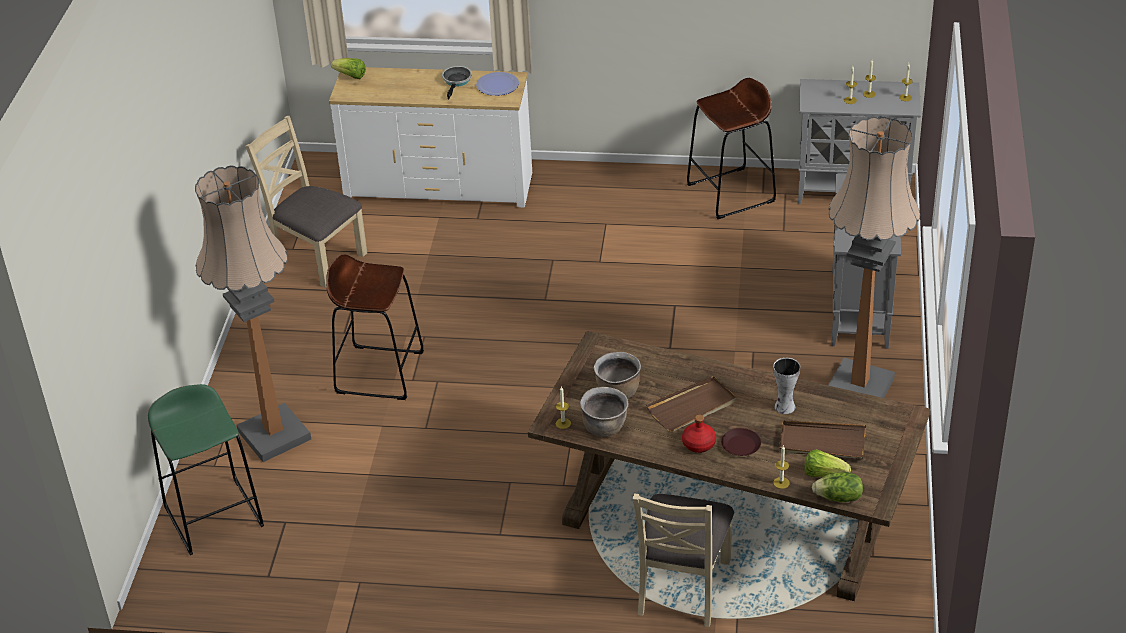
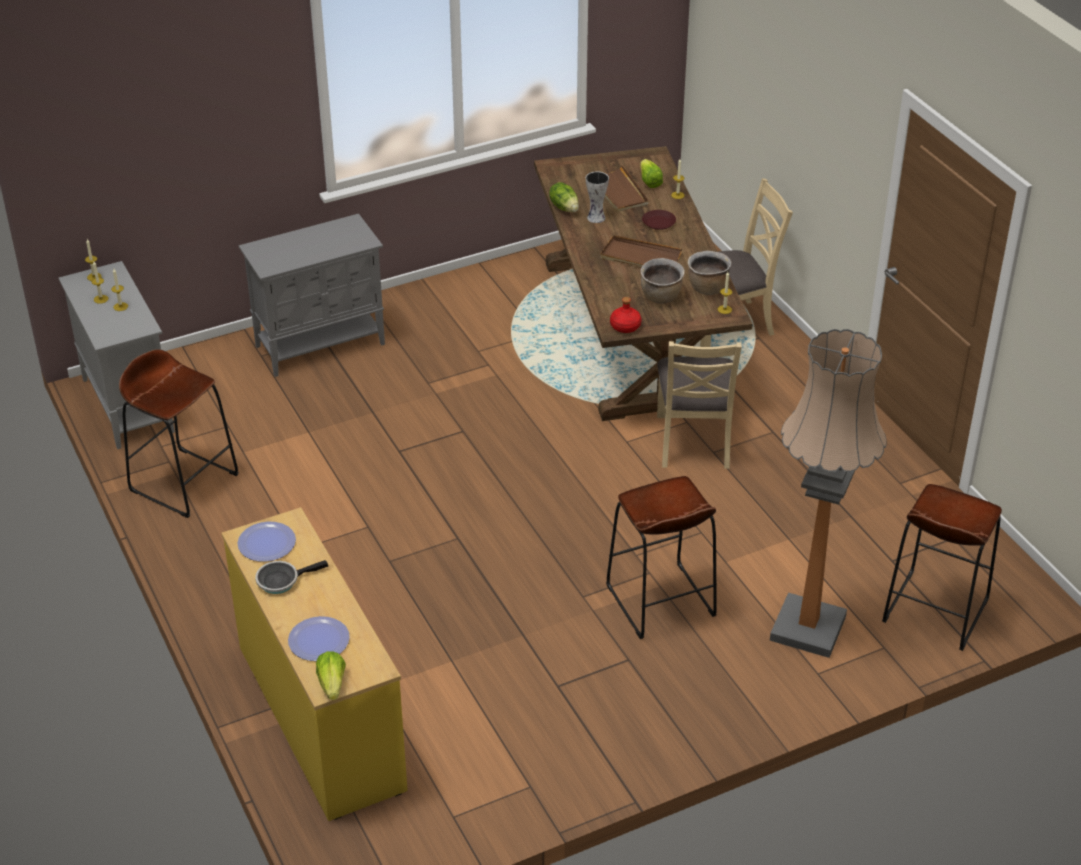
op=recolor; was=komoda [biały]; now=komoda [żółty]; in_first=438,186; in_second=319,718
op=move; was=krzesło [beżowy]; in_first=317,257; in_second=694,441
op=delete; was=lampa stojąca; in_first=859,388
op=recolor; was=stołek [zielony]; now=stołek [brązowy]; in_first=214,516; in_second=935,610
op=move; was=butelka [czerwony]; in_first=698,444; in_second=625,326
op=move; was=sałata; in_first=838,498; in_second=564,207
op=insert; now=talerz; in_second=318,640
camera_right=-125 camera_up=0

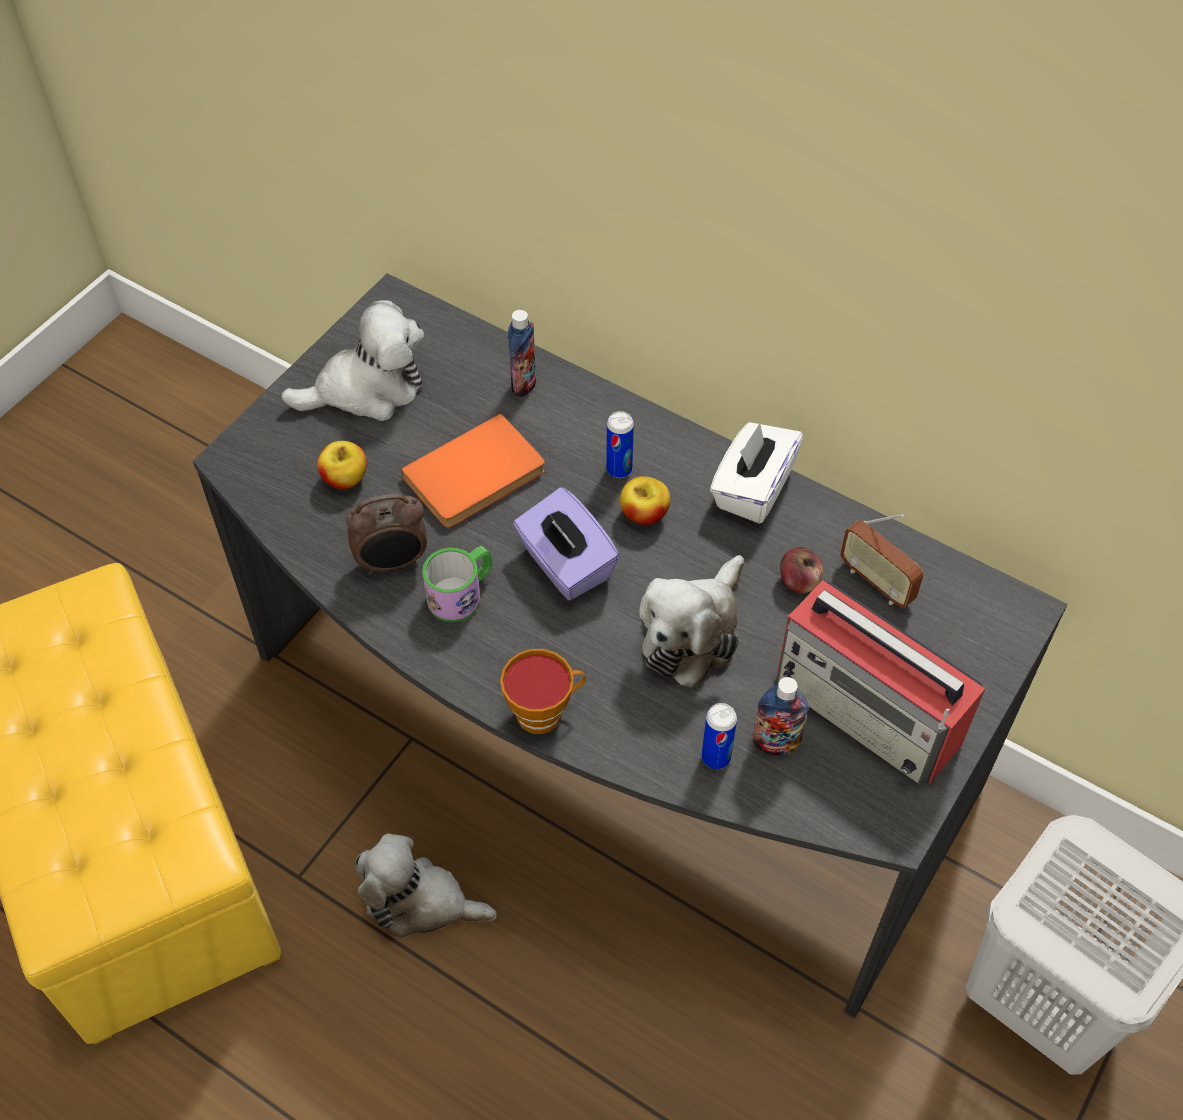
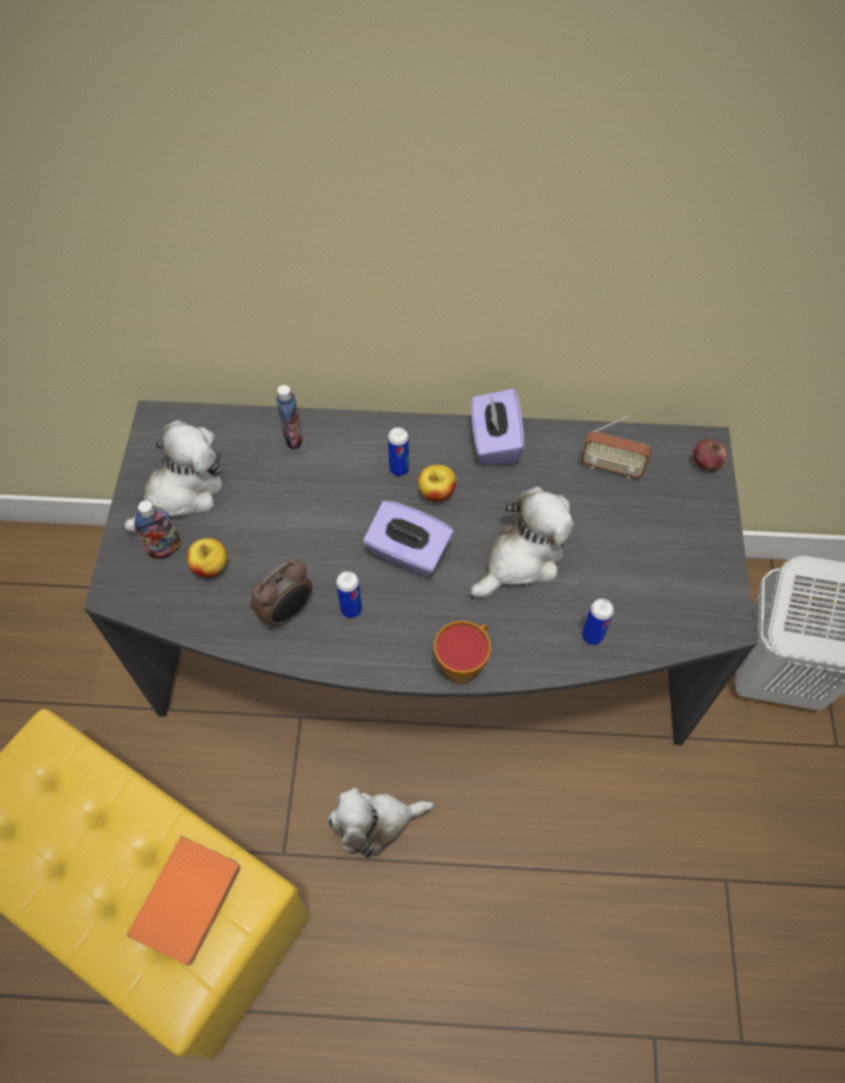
op=move; was=książka [pomarańczowy]; in_first=477,477; in_second=190,902
op=recolor; was=pudełko chusteczek [biały]; now=pudełko chusteczek [fioletowy]; in_first=752,489; in_second=494,442
op=replace; was=kubek; now=puszka; in_first=462,593; in_second=351,609
op=move; was=jabłko; in_first=799,581; in_second=706,463
op=rotate; was=pluszak; in_first=693,633; in_second=522,559; clockwise=-135
op=delete; was=radio; in_first=869,713
op=move; was=butelka; in_first=775,743; in_second=165,549
camera_right=-30 camera_up=5

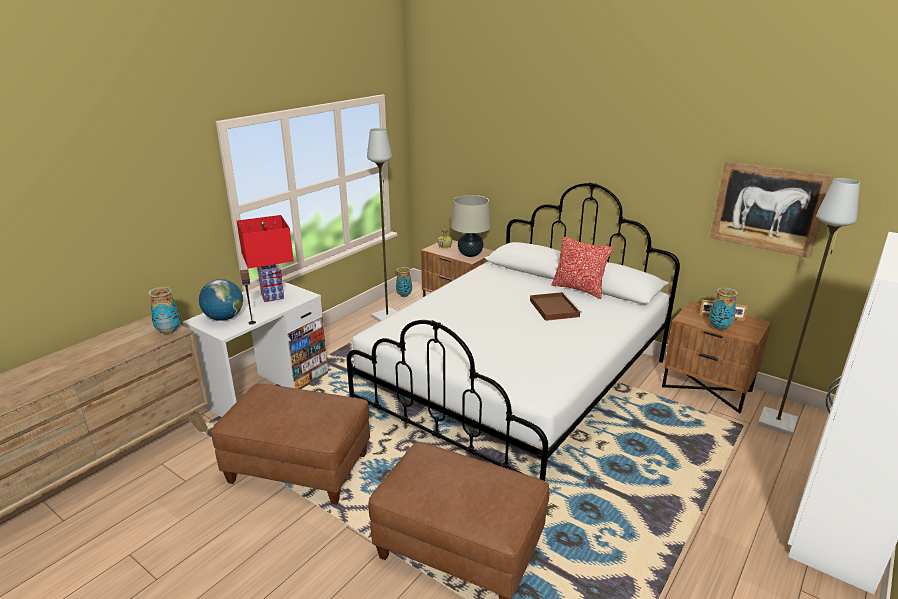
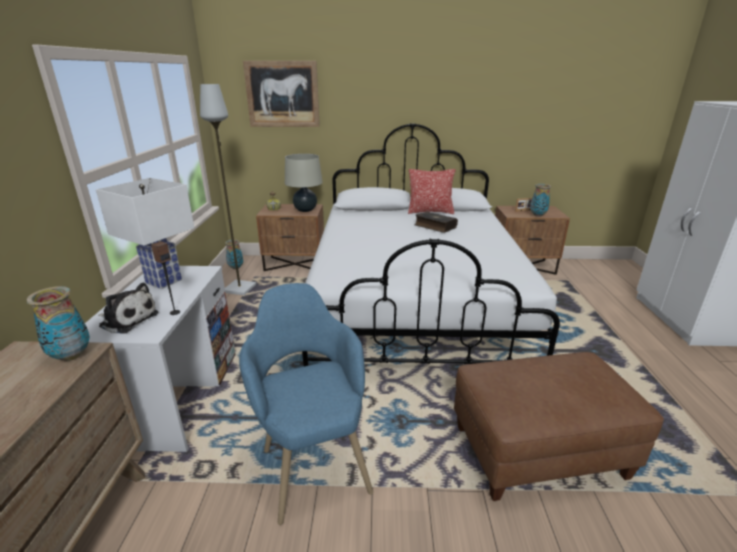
op=move; was=obraz; in_first=767,208; in_second=282,94
op=delete; was=lampa stojąca [szary]; in_first=778,422
op=recolor; was=lampa stołowa [czerwony]; now=lampa stołowa [biały]; in_first=272,297; in_second=163,282
op=replace; was=globus; now=pluszak; in_first=224,318; in_second=127,319
op=replace; was=taca [brązowy]; now=książka; in_first=553,308; in_second=435,226
op=replace; was=pufa [brązowy]; now=fotel [niebieski]; in_first=300,468; in_second=312,458
camera_right=-35 camera_up=0

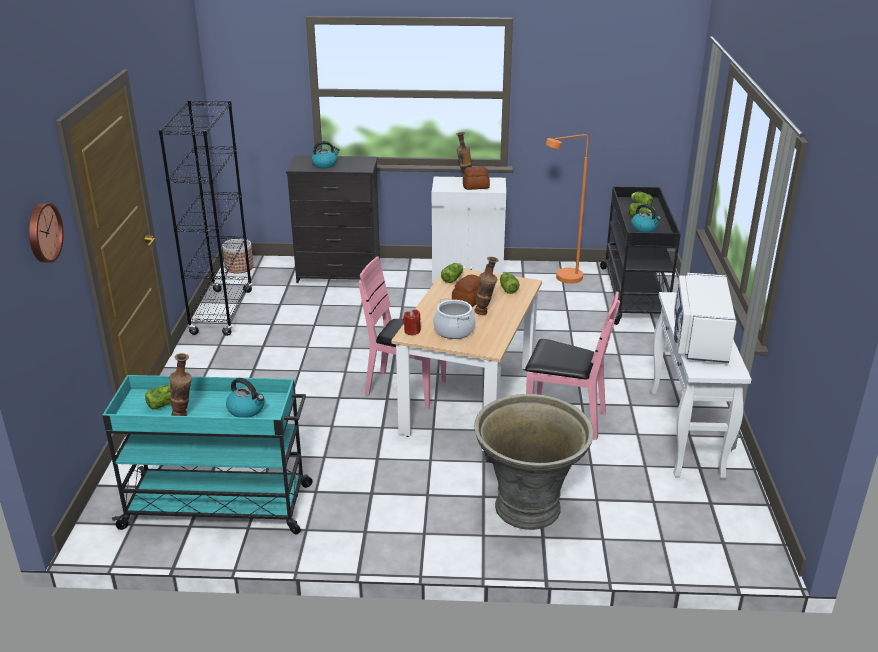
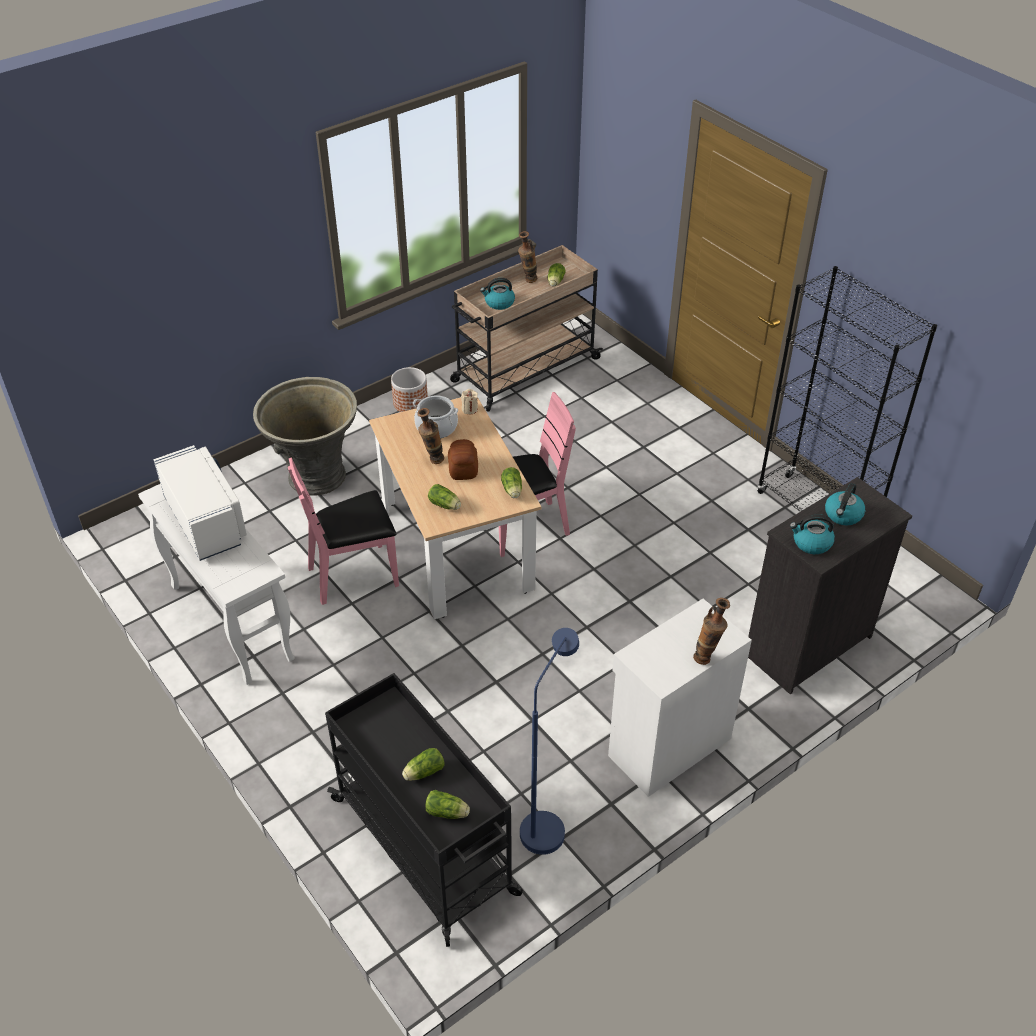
op=recolor; was=lampa stojąca [pomarańczowy]; now=lampa stojąca [niebieski]; in_first=563,279; in_second=546,823
op=delete; was=chleb; in_first=476,187
op=delete; was=zegar ścienny; in_first=43,232
op=move; was=czajnik; in_first=644,228; in_second=811,543
op=move; was=donica; in_first=239,267; in_second=410,403
op=recolor; was=świeca [czerwony]; now=świeca [beżowy]; in_first=412,331; in_second=469,409
op=recolor; was=wózek [turkusowy]; now=wózek [beżowy]; in_first=220,506; in_second=524,370
camera_right=140 camera_up=15

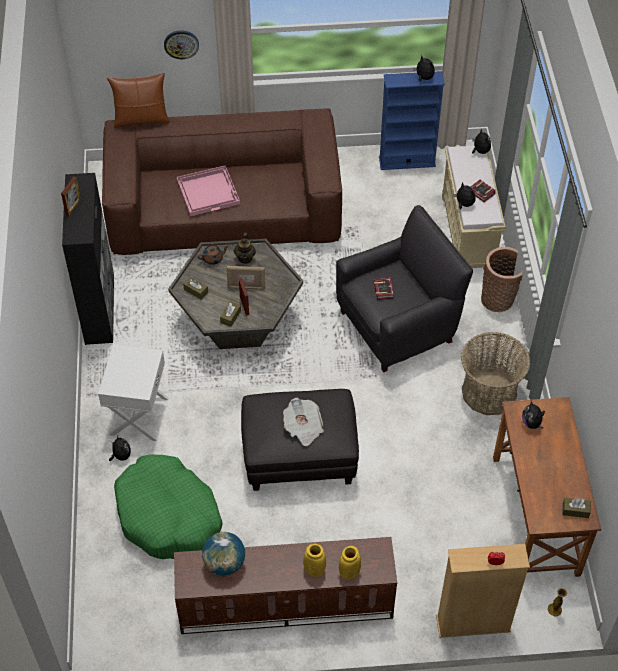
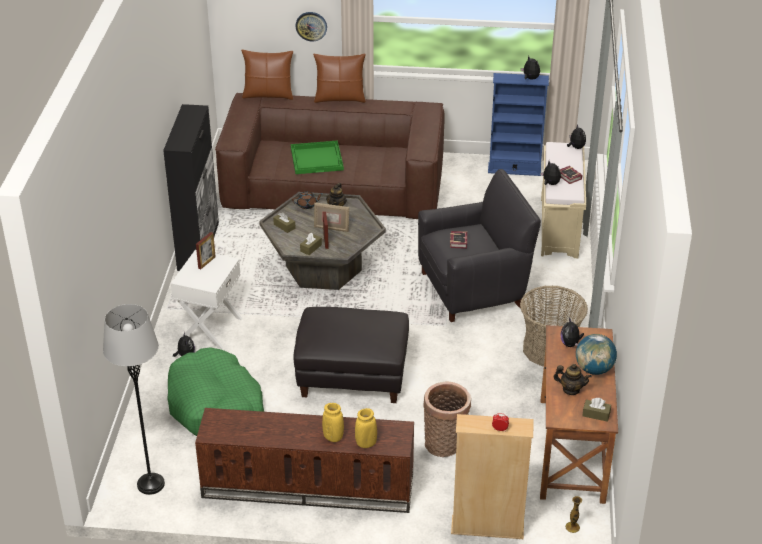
op=recolor; was=taca [różowy]; now=taca [zielony]; in_first=208,191; in_second=317,158
op=move; was=ramka na zdjęcie; in_first=73,207; in_second=206,262
op=move; was=koszyk; in_first=499,299; in_second=445,444
op=delete; was=gazeta; in_first=303,428
op=move; was=globus; in_first=224,563; in_second=594,369
op=insert; now=poduszka [brązowy]; in_second=340,98
op=insert; now=lampa stojąca [szary]; in_second=150,484
op=insert; now=imbryk; in_second=571,389
camera_right=10 camera_up=-15

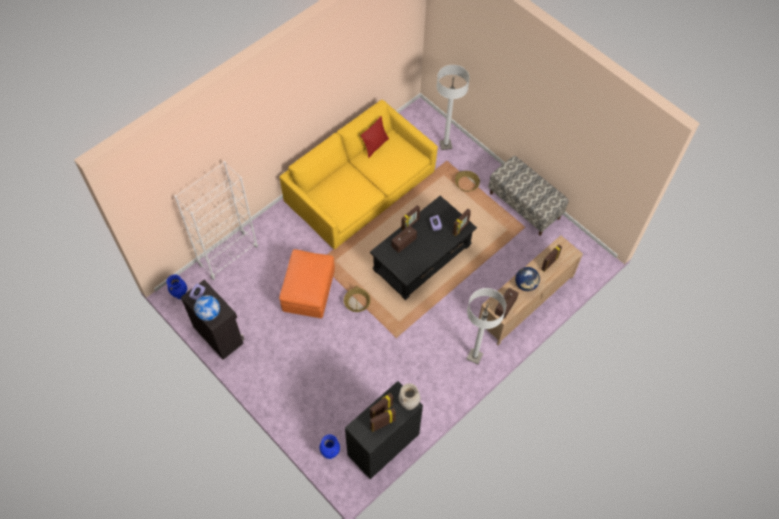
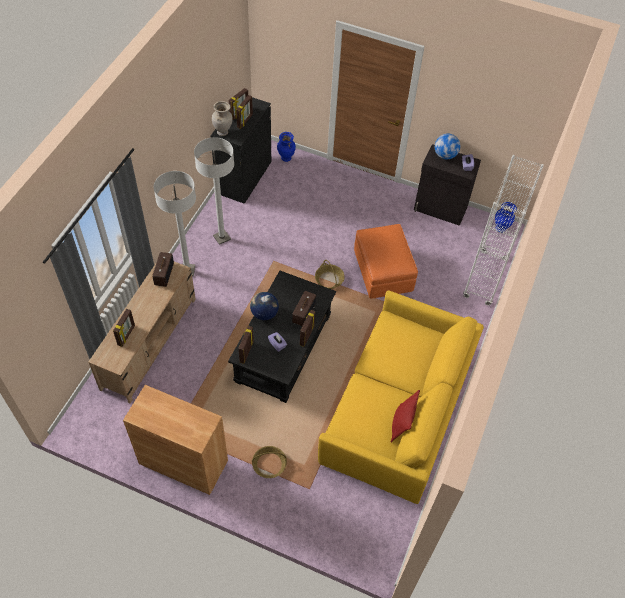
op=move; was=lampa stojąca [biały]; in_first=445,145; in_second=222,237
op=replace; was=ławka; now=szafka [brązowy]; in_first=524,205; in_second=183,462
op=move; was=globus; in_first=525,285; in_second=264,313
camera_right=155 camera_up=-5

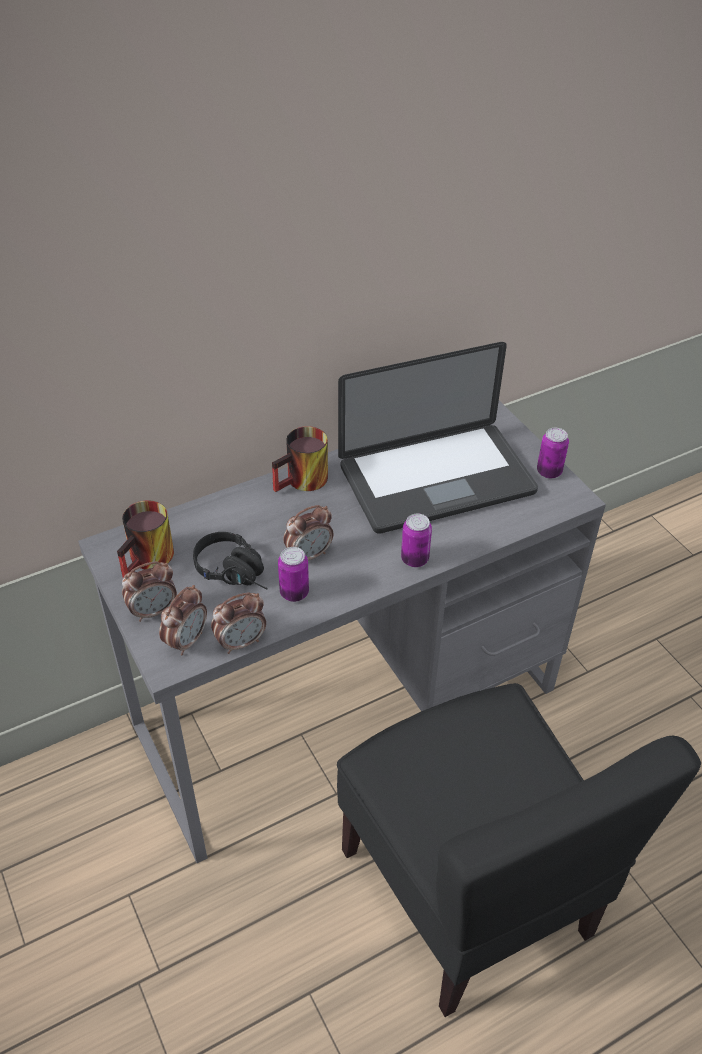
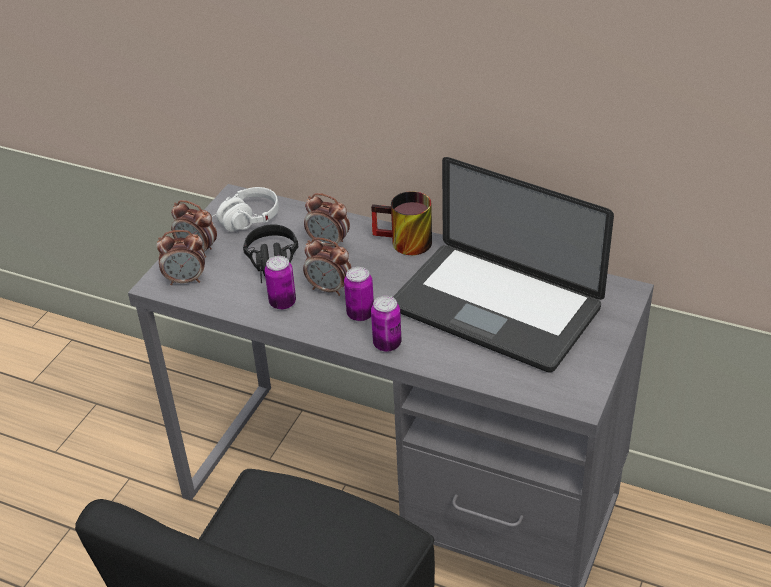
op=move; was=puszka; in_first=549,472; in_second=360,314
op=replace; was=kubek; now=słuchawki [biały]; in_first=150,560; in_second=242,222
op=move; was=budzik; in_first=241,642; in_second=328,243
camera_right=55 camera_up=-5

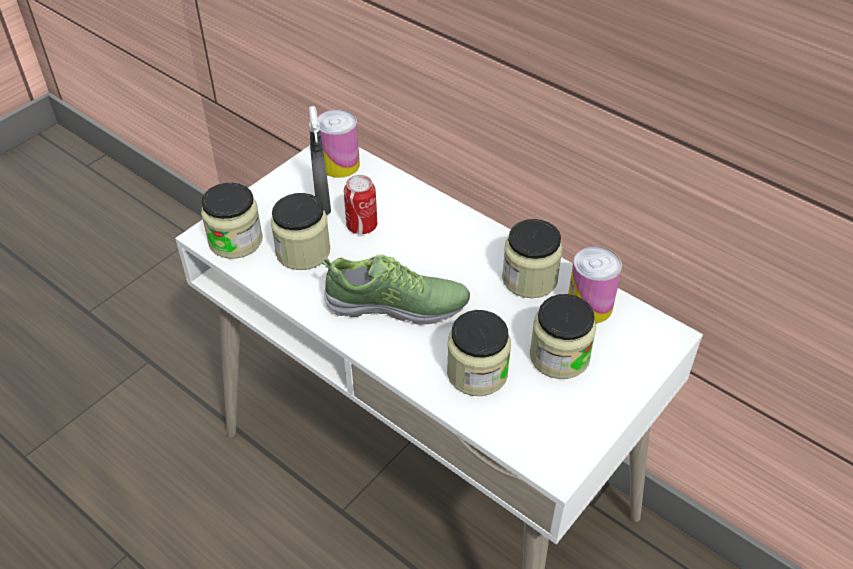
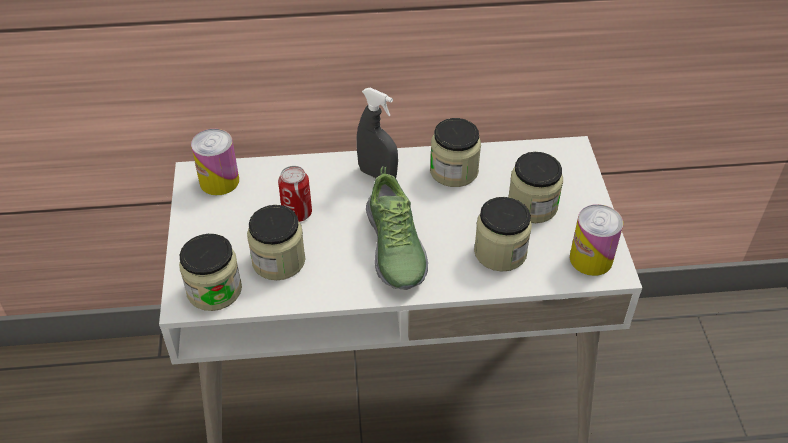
op=move; was=spryskiwacz [szary]; in_first=322,203; in_second=377,175
op=move; was=puszka; in_first=589,306; in_second=591,259
op=rotate; was=but; in_first=397,305; in_second=394,248; clockwise=120
camera_right=-45 camera_up=0

